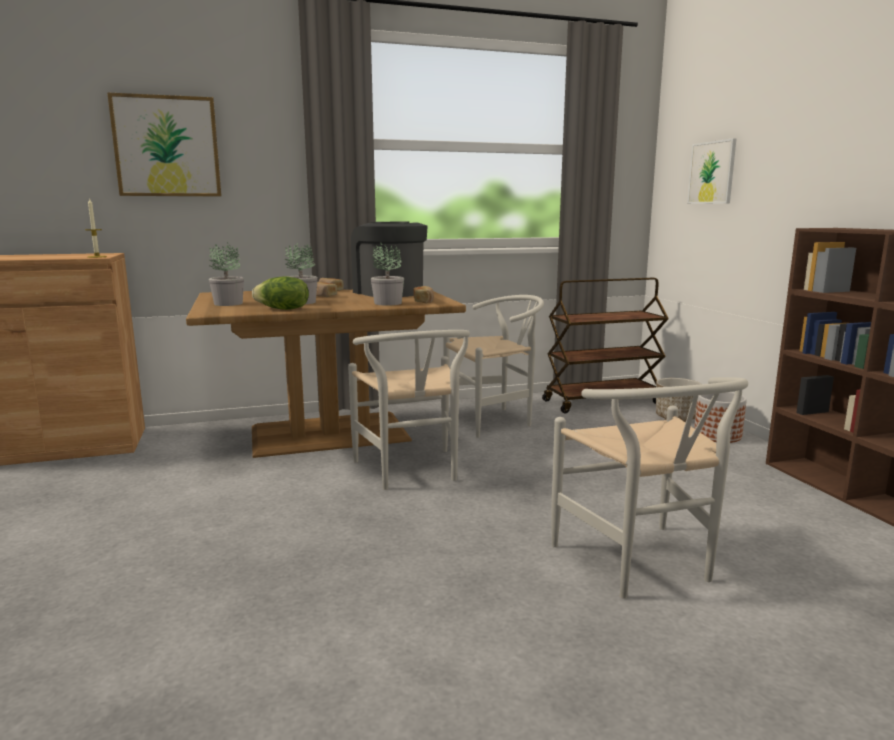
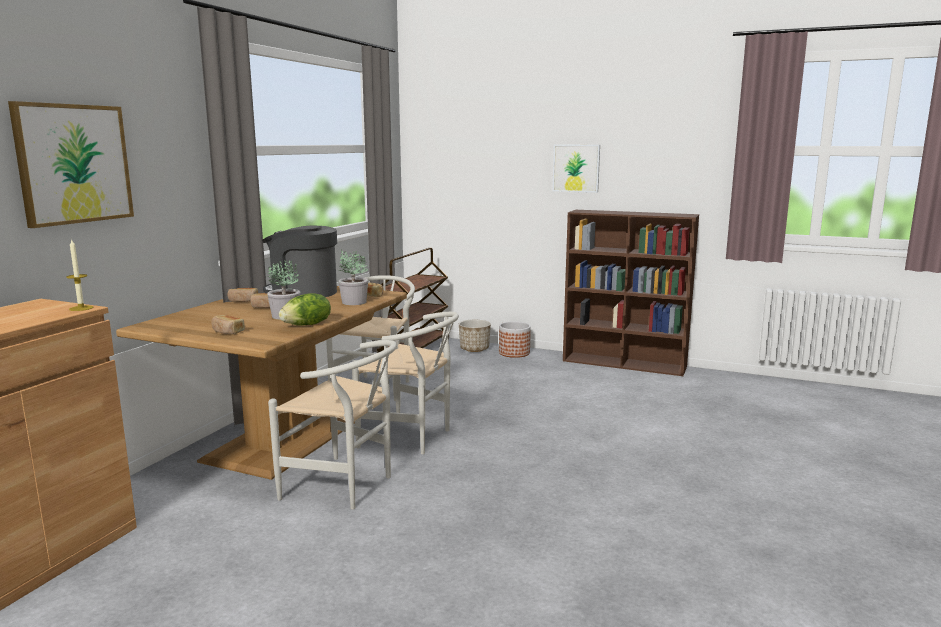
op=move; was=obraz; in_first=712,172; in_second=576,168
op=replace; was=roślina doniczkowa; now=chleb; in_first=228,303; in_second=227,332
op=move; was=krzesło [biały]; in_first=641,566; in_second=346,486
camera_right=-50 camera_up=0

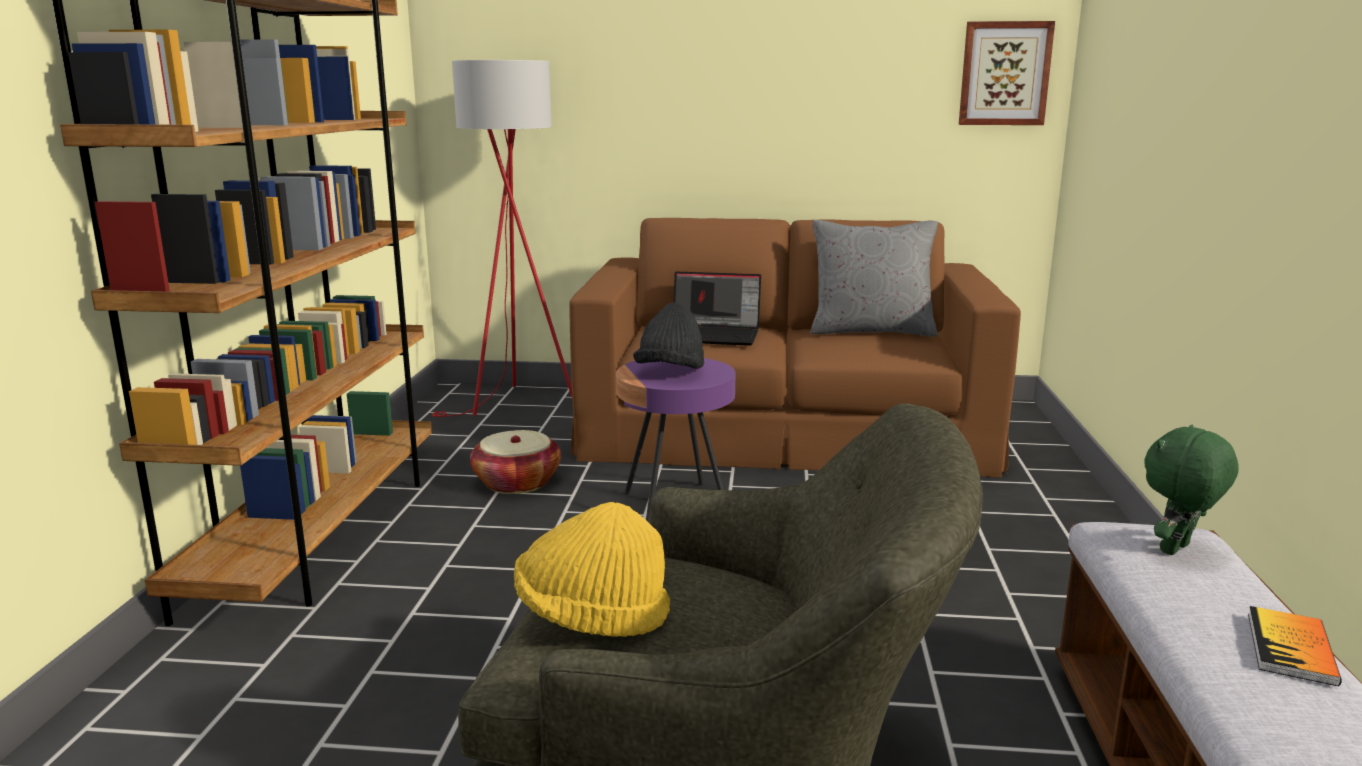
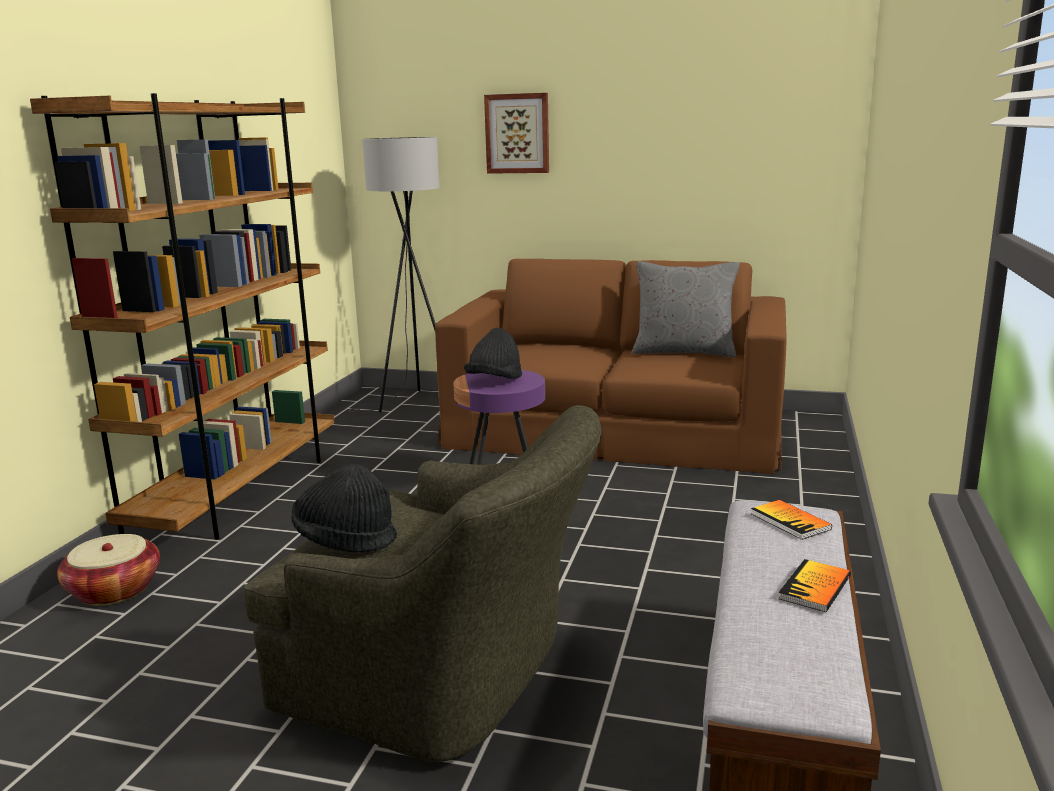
op=move; was=obraz; in_first=1004,74; in_second=517,133
op=recolor; was=lampa stojąca [czerwony]; now=lampa stojąca [szary]; in_first=515,404; in_second=414,404
op=delete; was=laptop; in_first=714,335
op=replace; was=pluszak [zielony]; now=książka; in_first=1177,550; in_second=790,521
op=move; was=koszyk; in_first=517,482; in_second=114,590
op=recolor; was=kapelusz [żółty]; now=kapelusz [czarny]; in_first=592,615; in_second=345,540
camera_right=10 camera_up=0

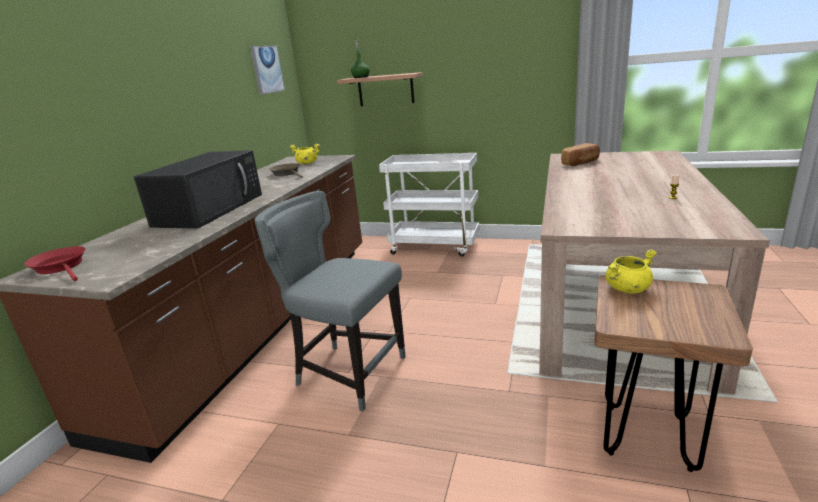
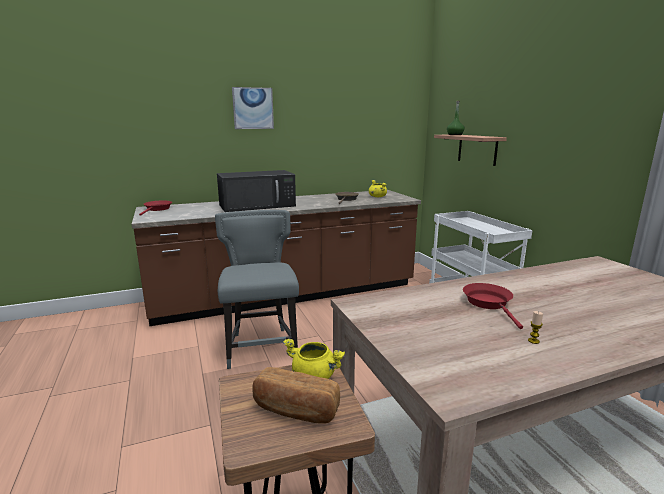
op=move; was=obraz; in_first=267,69; in_second=253,108
op=move; was=chleb; in_first=581,163; in_second=295,410
op=insert; now=patelnia [czerwony]; in_second=489,303
camera_right=50 camera_up=-5

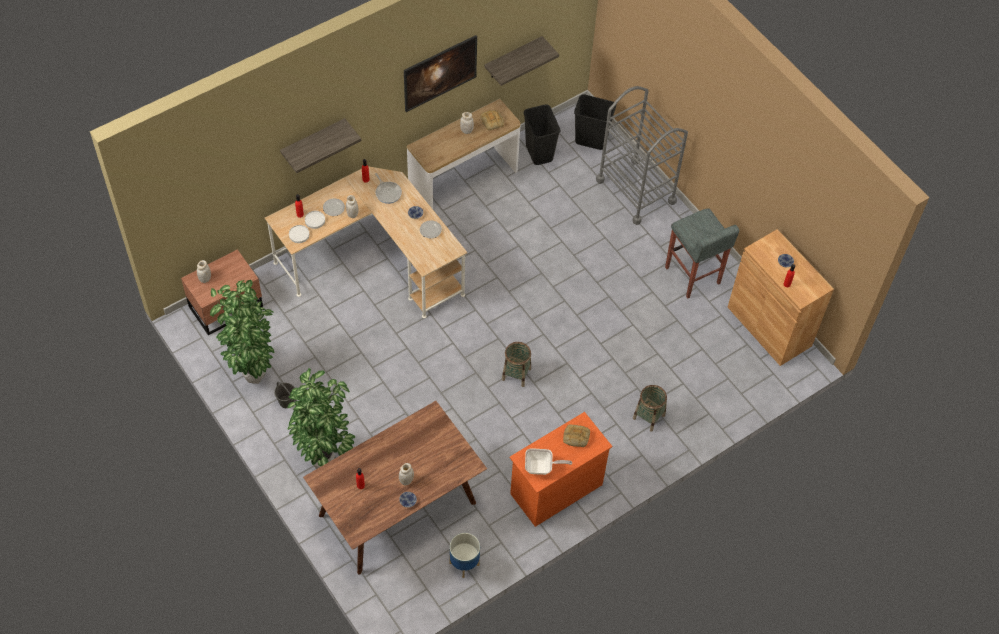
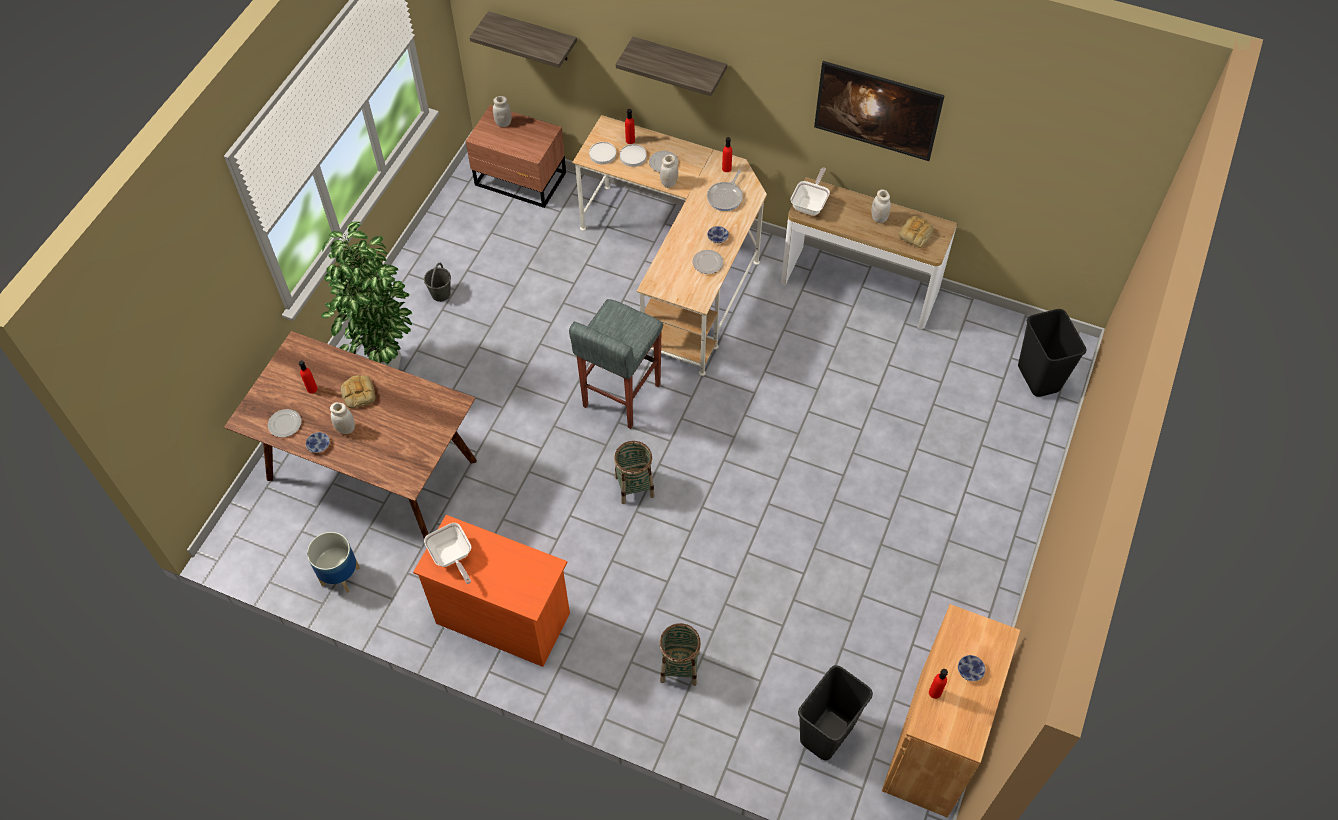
op=move; was=półka; in_first=513,58; in_second=533,37
op=delete; was=wózek [szary]; in_first=636,191
op=move; was=kosz na śmieci [czarny]; in_first=539,153; in_second=827,734
op=move; was=stołek [szary]; in_first=692,276; in_second=620,396
op=delete; was=roślina doniczkowa; in_first=253,374
op=move; was=chleb; in_first=575,437; in_second=358,393
op=insert; now=patelnia; in_second=810,204
op=insert; now=talerz; in_second=285,424
camera_right=60 camera_up=0

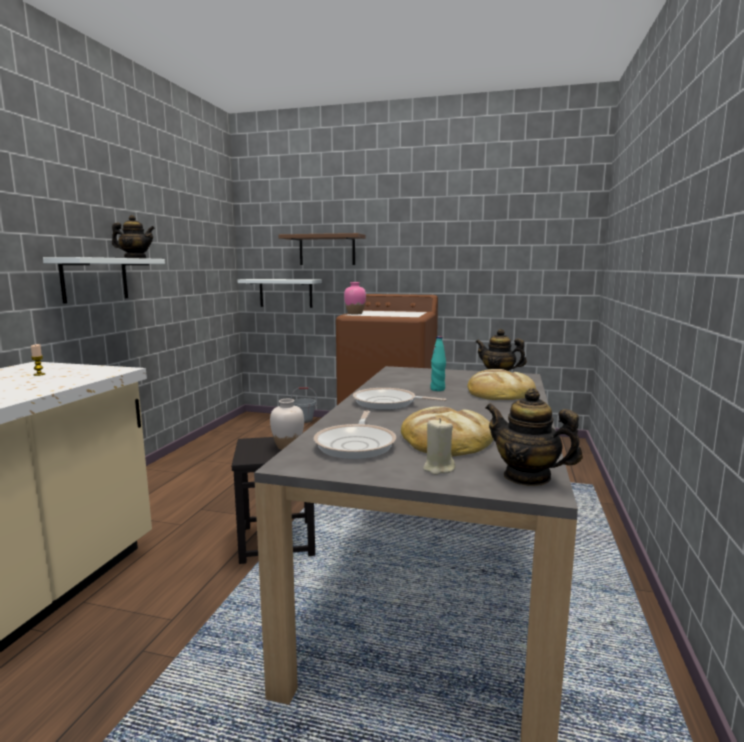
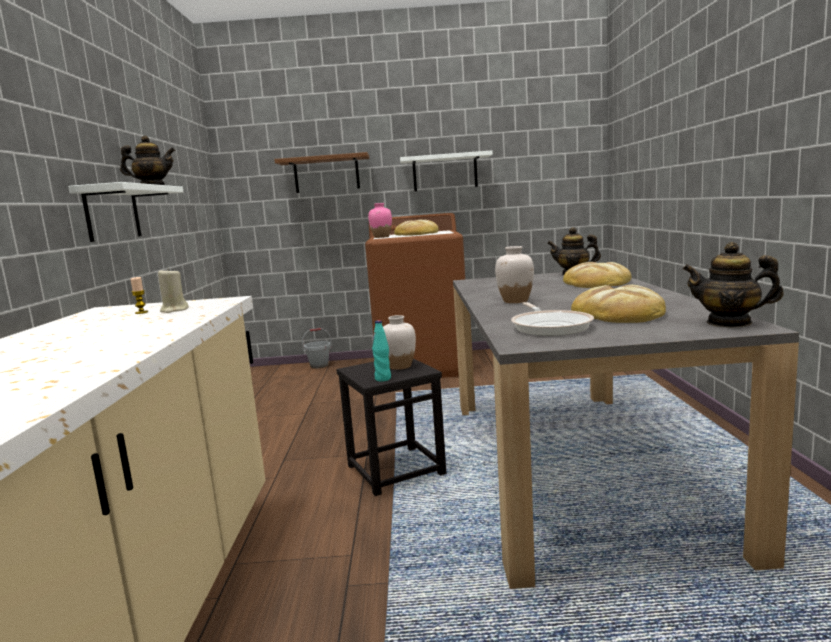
op=move; was=półka [biały]; in_first=285,293; in_second=445,172
op=move; was=butelka [turkusowy]; in_first=437,389; in_second=383,379
op=replace; was=patelnia; now=wazon [biały]; in_first=388,403; in_second=515,301
op=move; was=świeca [beżowy]; in_first=438,468; in_second=174,310
op=insert; now=chleb; in_second=416,234
camera_right=-15 camera_up=0

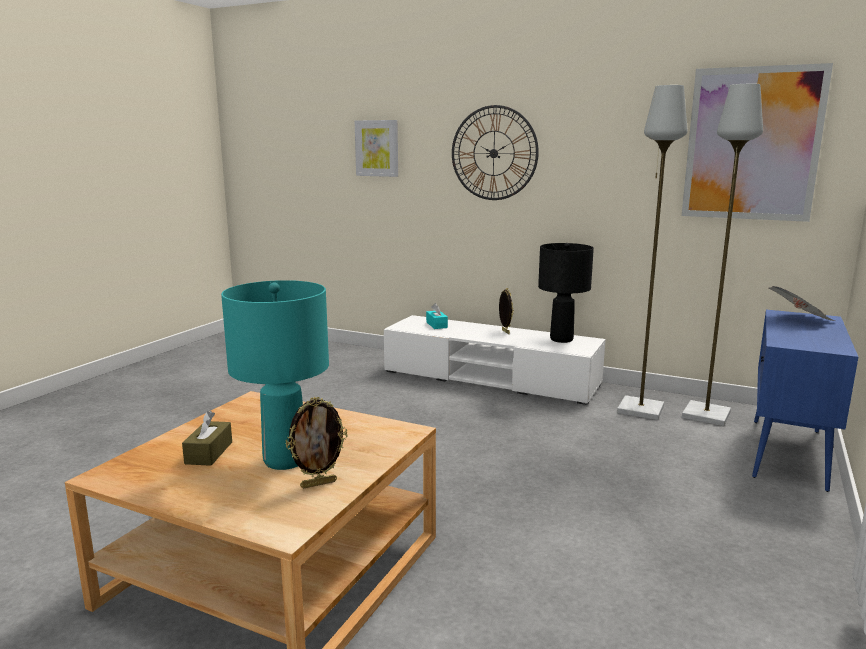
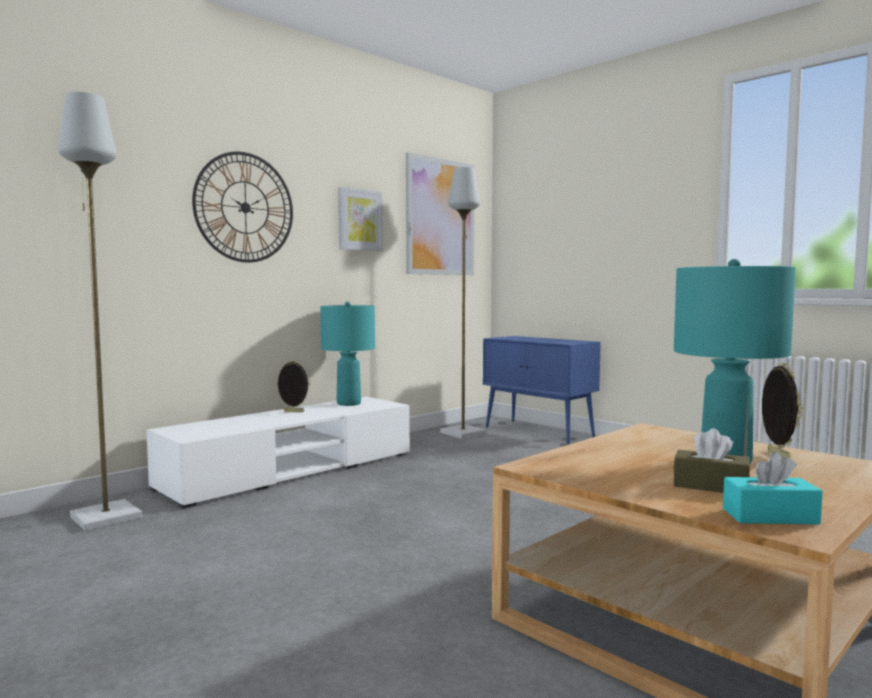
op=move; was=lampa stojąca [szary]; in_first=639,410; in_second=105,518
op=move; was=obraz; in_first=377,148; in_second=359,220
op=recolor; was=lampa stołowa [czarny]; now=lampa stołowa [turkusowy]; in_first=561,339; in_second=348,403
op=delete; was=gazeta; in_first=799,320
op=move; was=pudełko chusteczek [turkusowy]; in_first=436,325; in_second=770,516
camera_right=-70 camera_up=-10

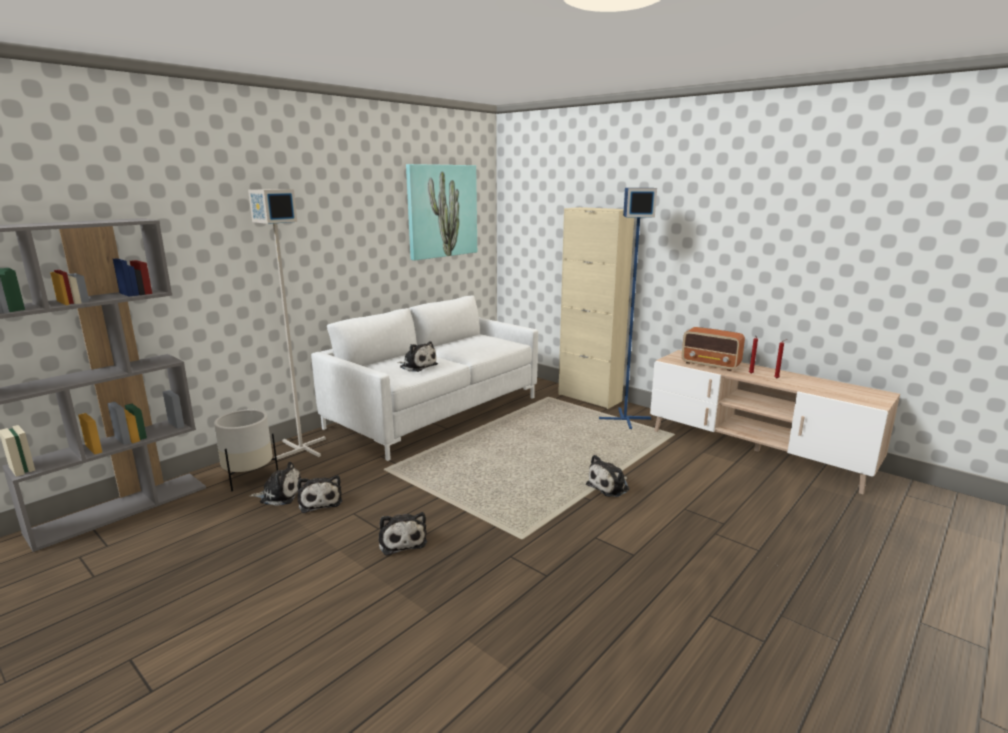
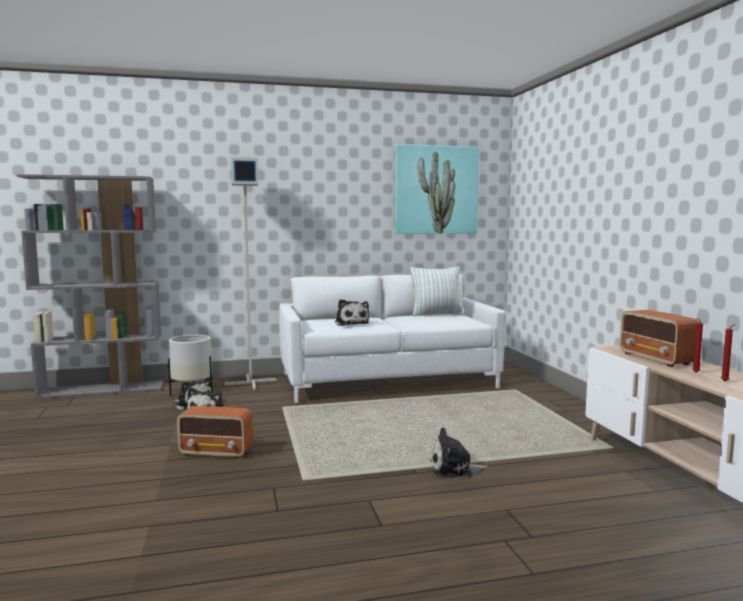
op=delete; was=lampa stojąca [niebieski]; in_first=624,419
op=delete; was=szafka [beżowy]; in_first=589,398
op=replace; was=pluszak; now=radio; in_first=402,540; in_second=217,452
op=insert; now=poduszka; in_second=436,314
camera_right=35 camera_up=-10

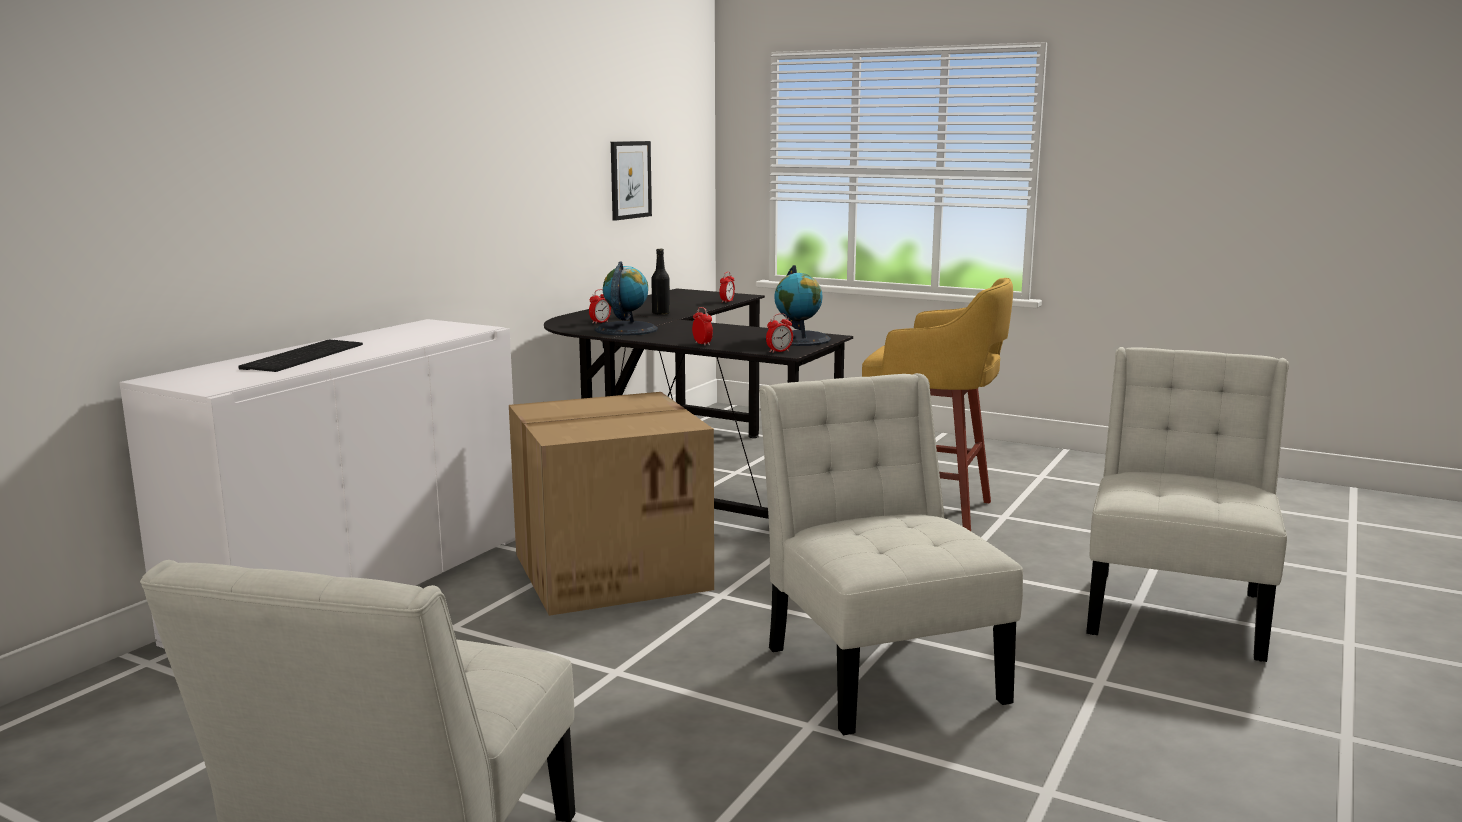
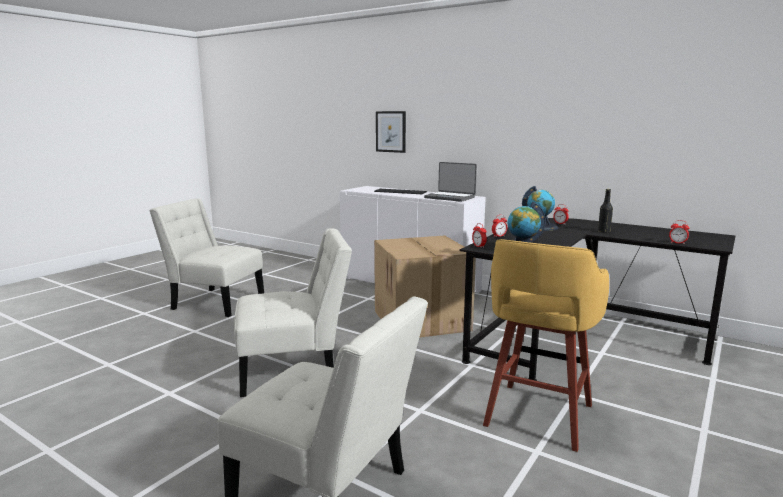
op=move; was=obraz; in_first=630,180; in_second=391,131
op=insert; now=laptop; in_second=450,197
camera_right=95 camera_up=0

